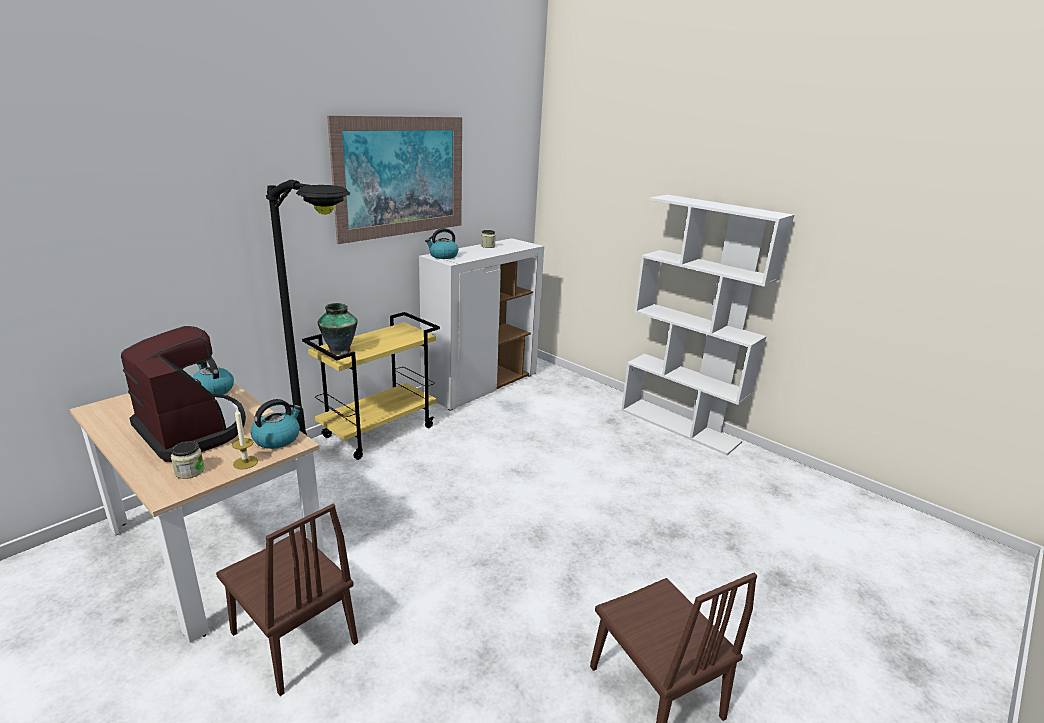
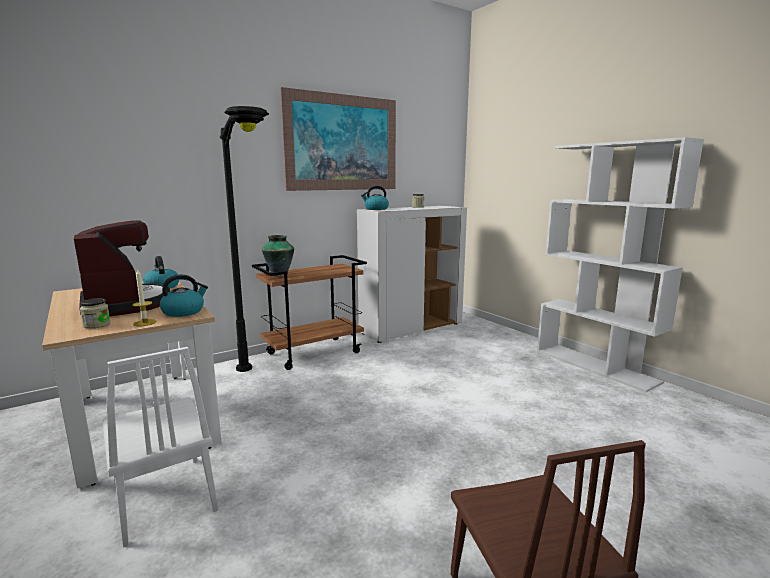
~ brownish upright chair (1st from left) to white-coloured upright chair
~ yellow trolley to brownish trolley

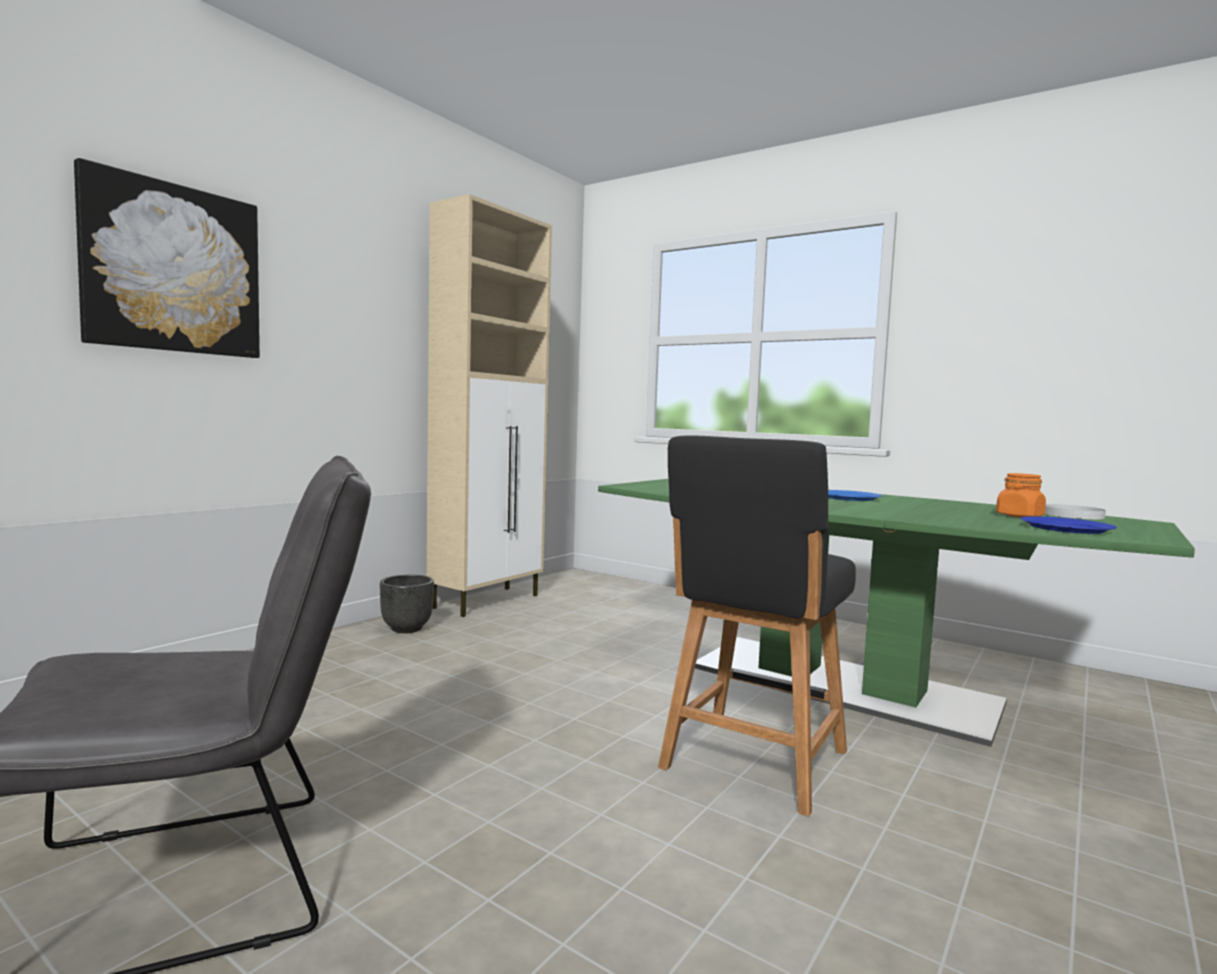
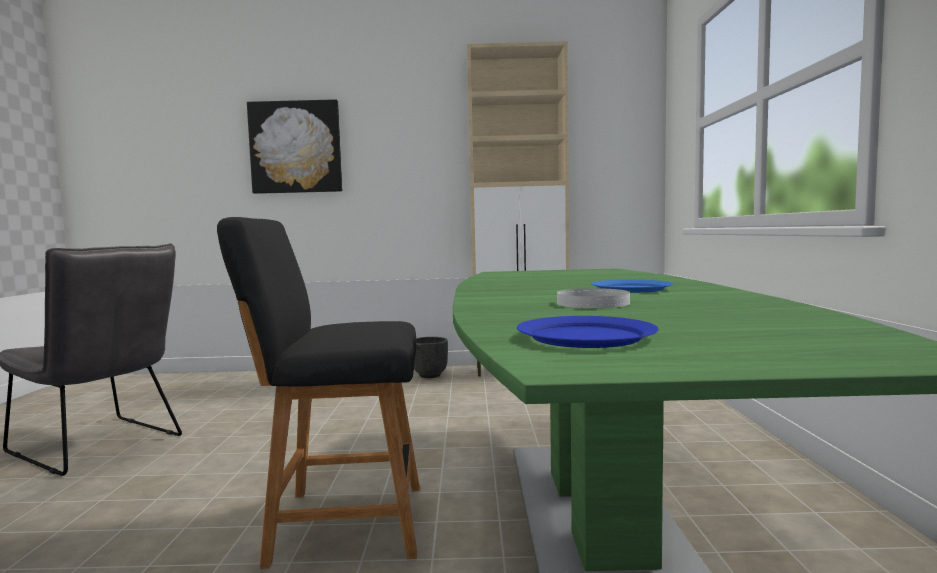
~ white-coloured plate
- orangey jar

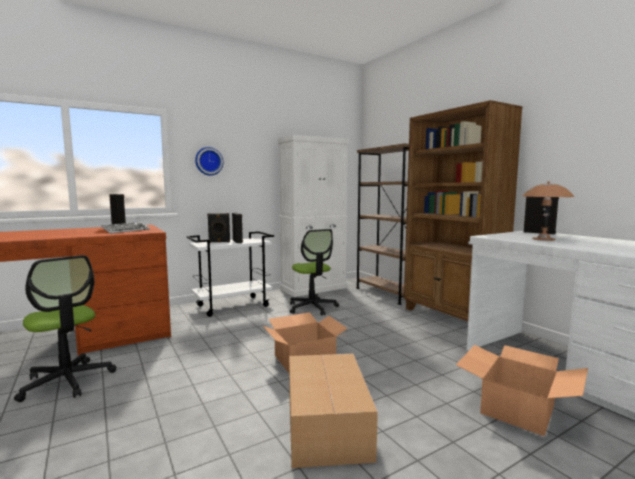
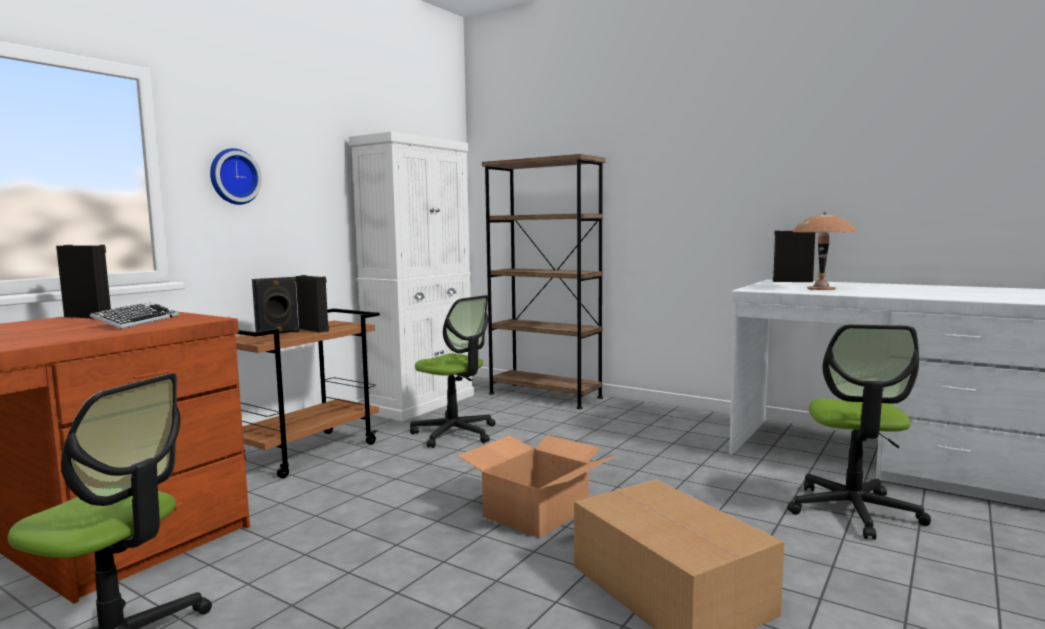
~ white-coloured trolley to brownish trolley
~ packing box (3rd from left) to computer chair (3rd from left)
- brownish bookshelf (2nd from left)

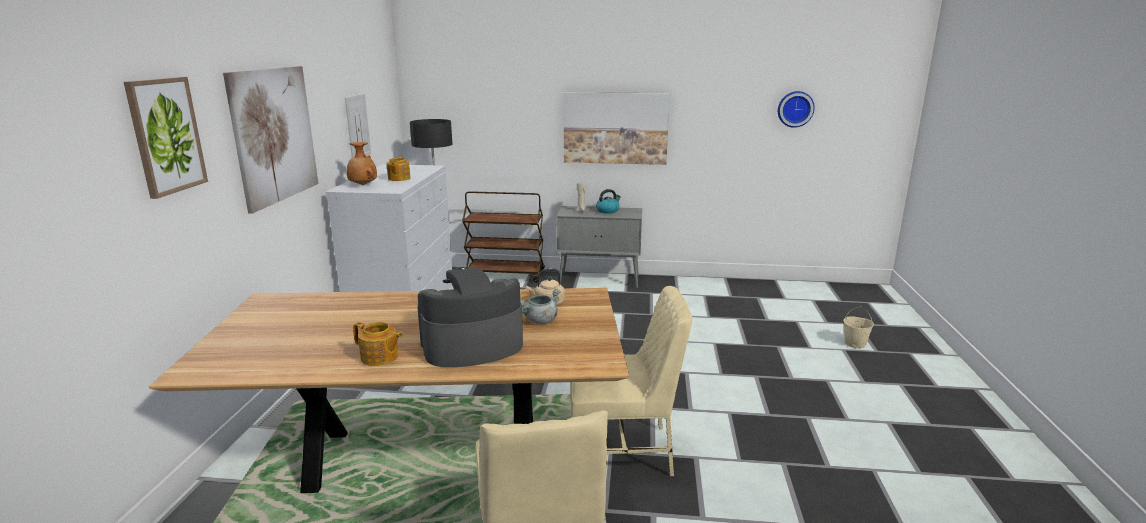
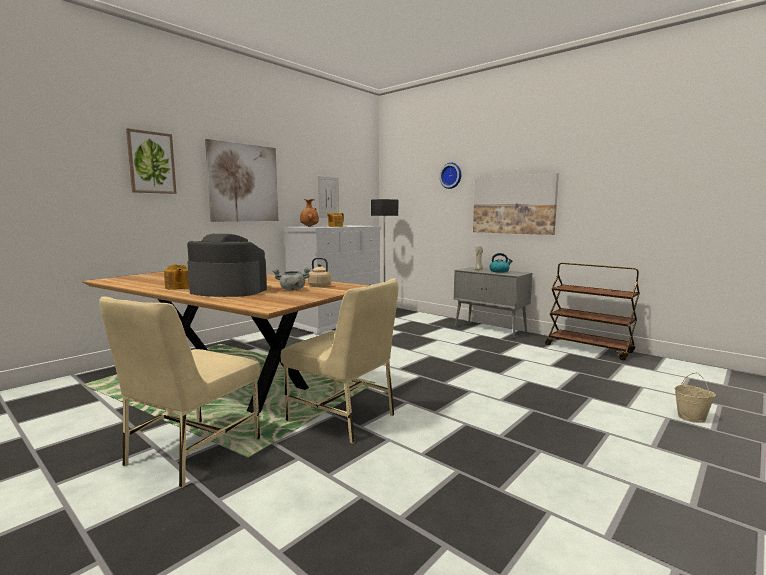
~ clock on the wall
~ brownish trolley

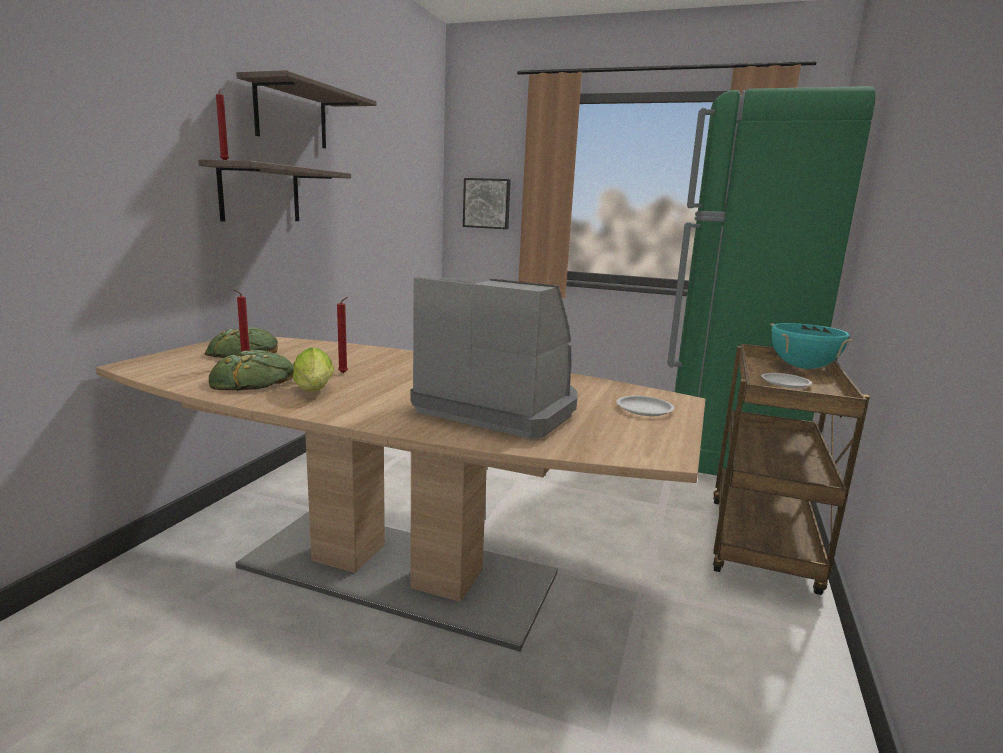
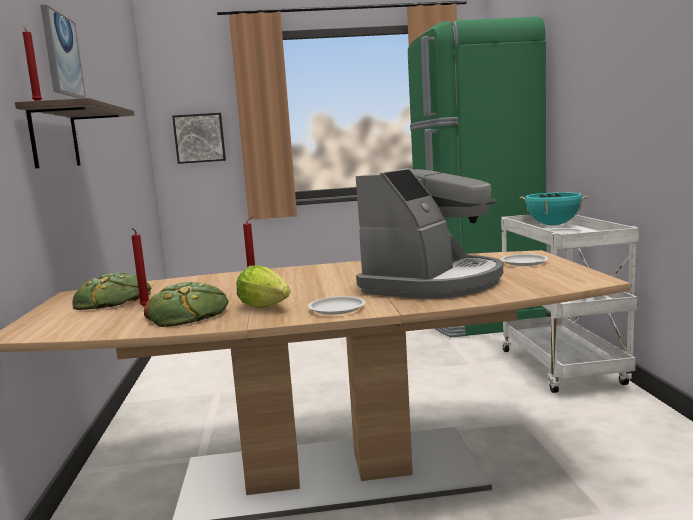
~ bracket shelf (2nd from left) to wall art (1st from left)
+ white-coloured plate (1st from left)
~ coffee machine 120 degrees clockwise
~ brownish trolley to white-coloured trolley

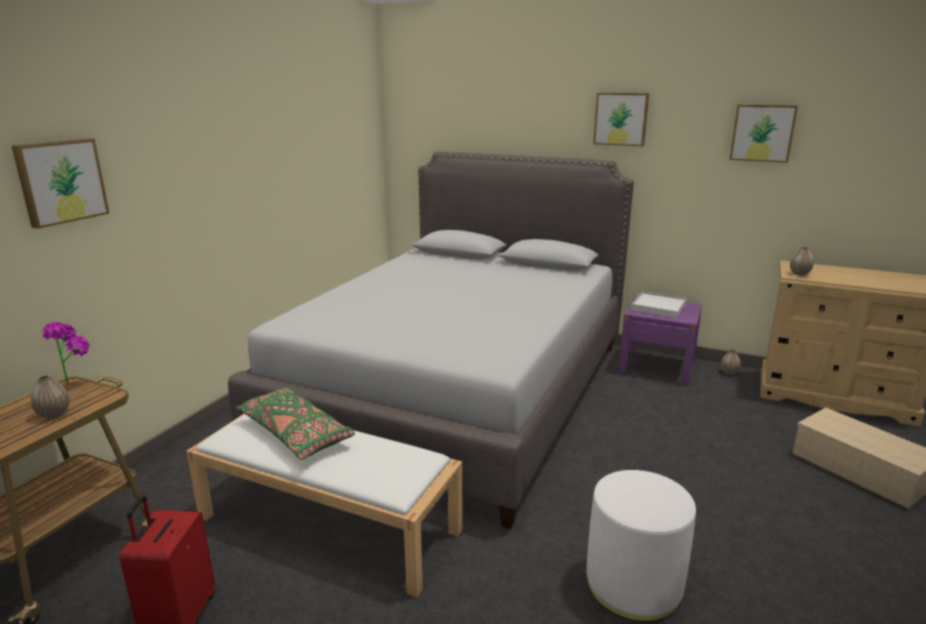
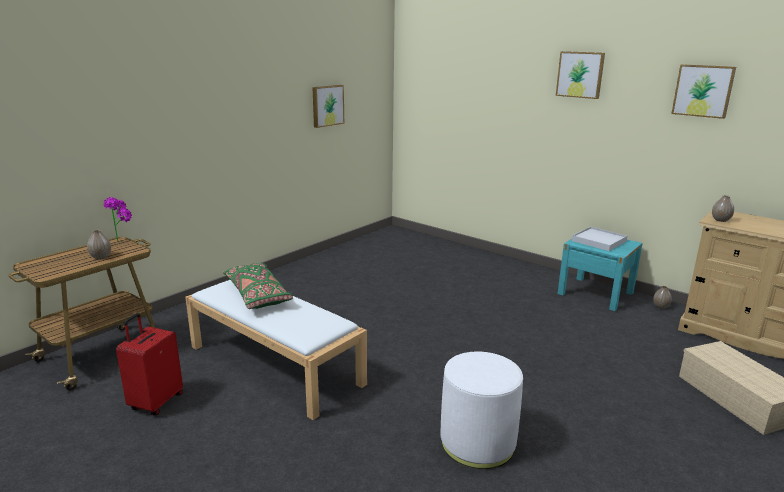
~ wall art (1st from left)
~ purple night table to turquoise night table
- grey bedroom bed

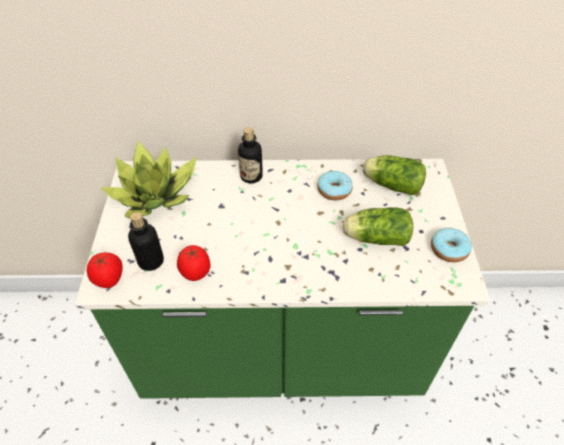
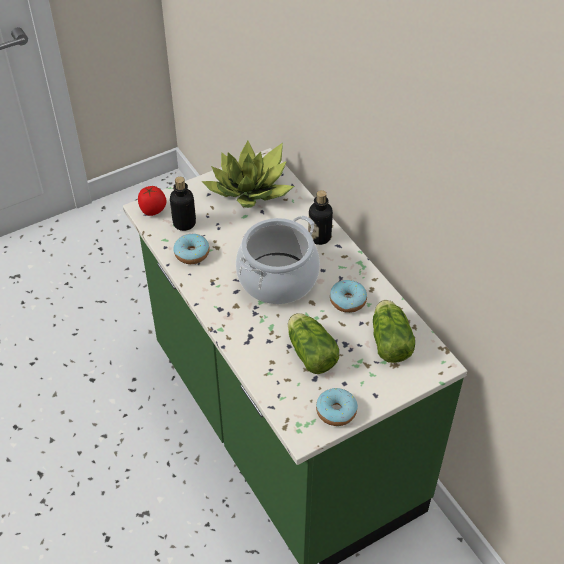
~ tomato (2nd from left) to doughnut (1st from left)
+ saucepot

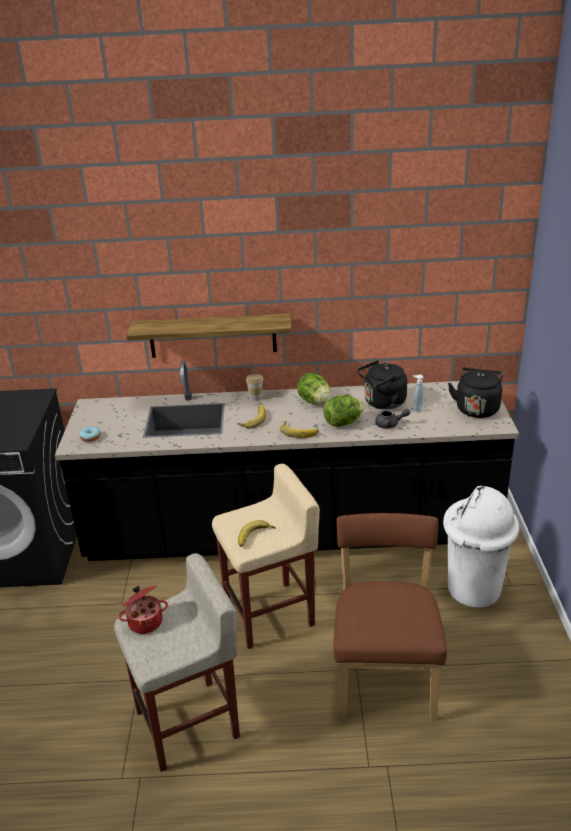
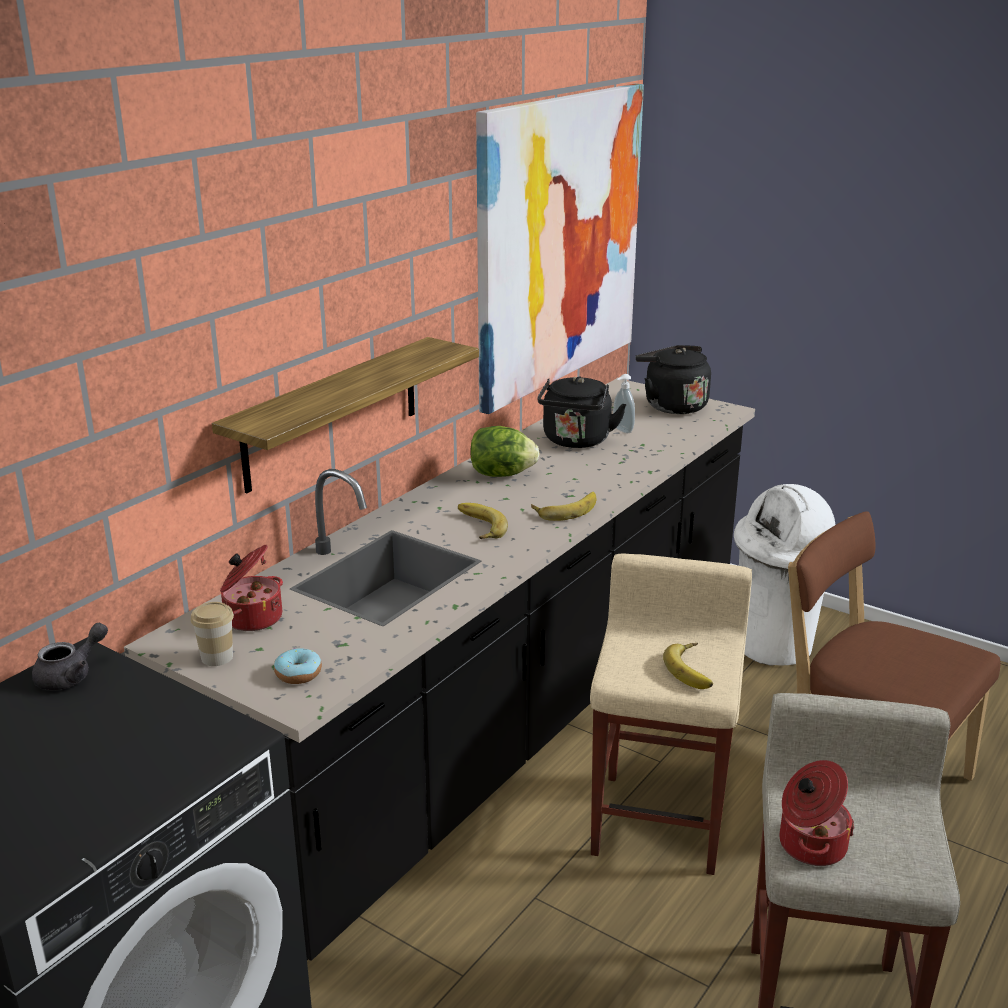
~ grey pot for tea
~ drinking cup
+ saucepot (1st from left)
+ wall art
- lettuce (2nd from left)

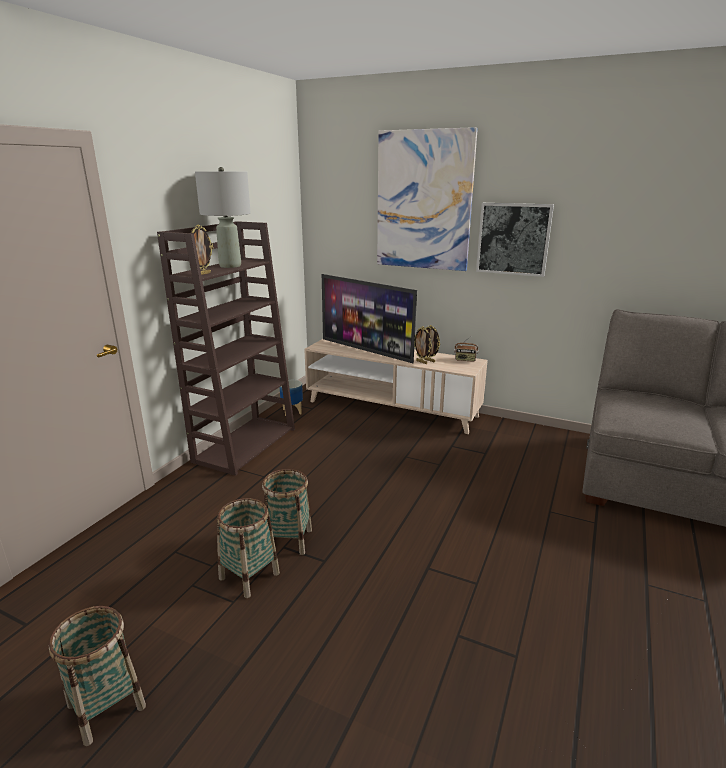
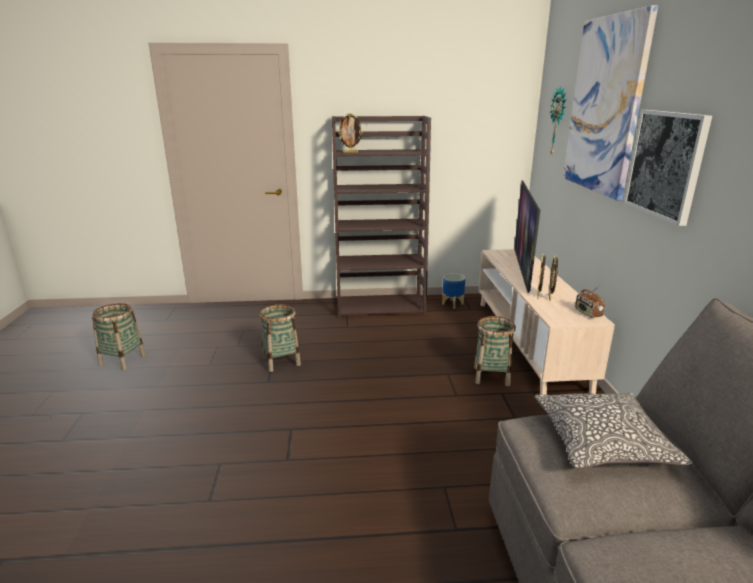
~ storage basket (2nd from left in the first image) to storage basket (3rd from left)
+ cushion
+ clock on the wall
- grey table lamp

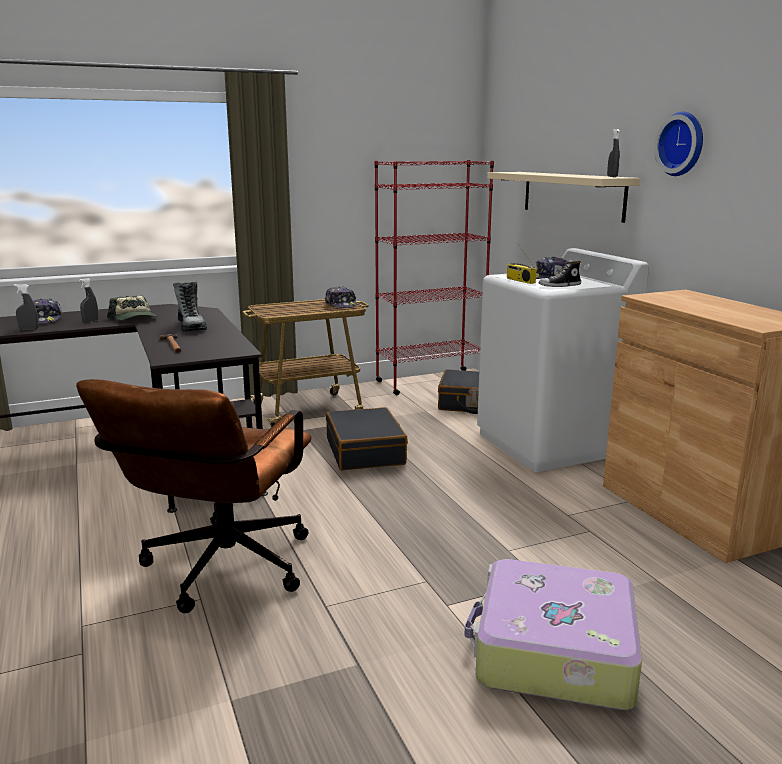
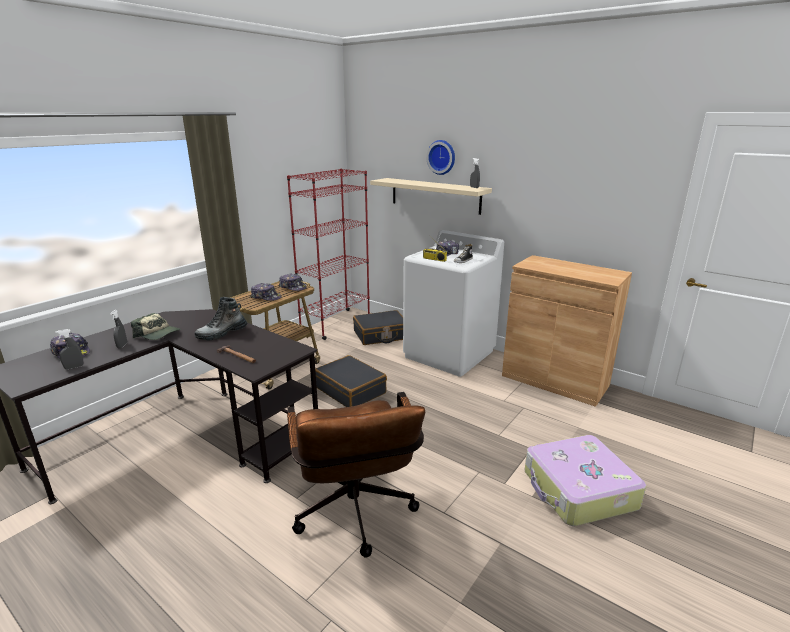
~ high-top boot 105 degrees clockwise
+ peaked cap (3rd from left)
~ clock on the wall

